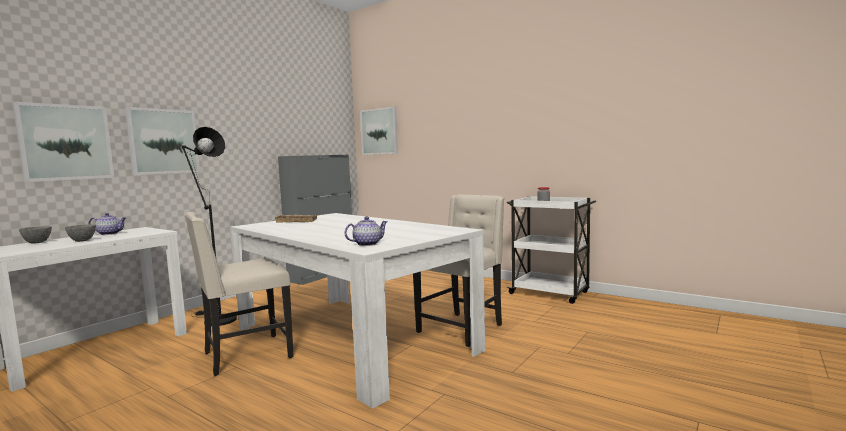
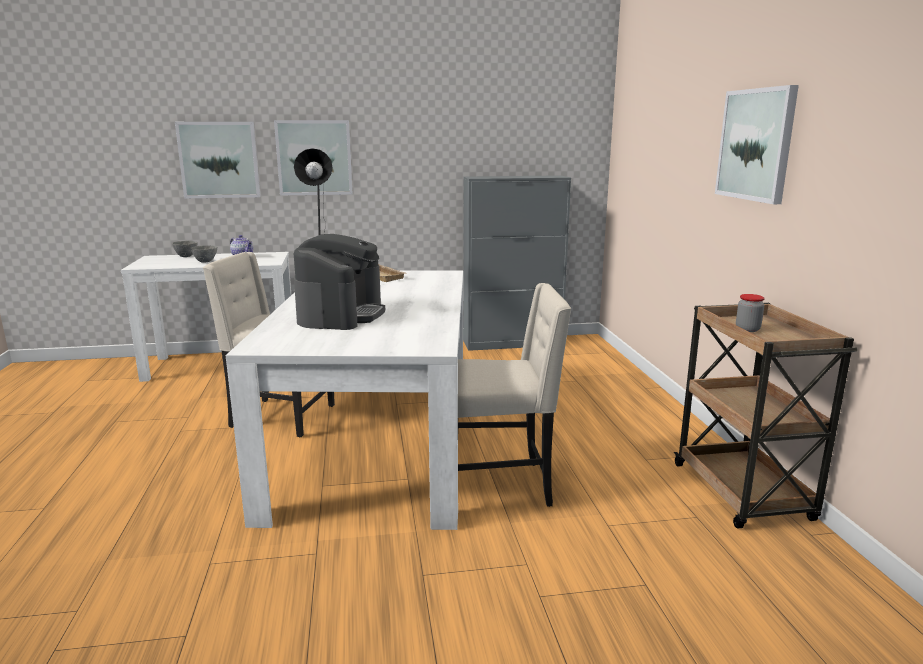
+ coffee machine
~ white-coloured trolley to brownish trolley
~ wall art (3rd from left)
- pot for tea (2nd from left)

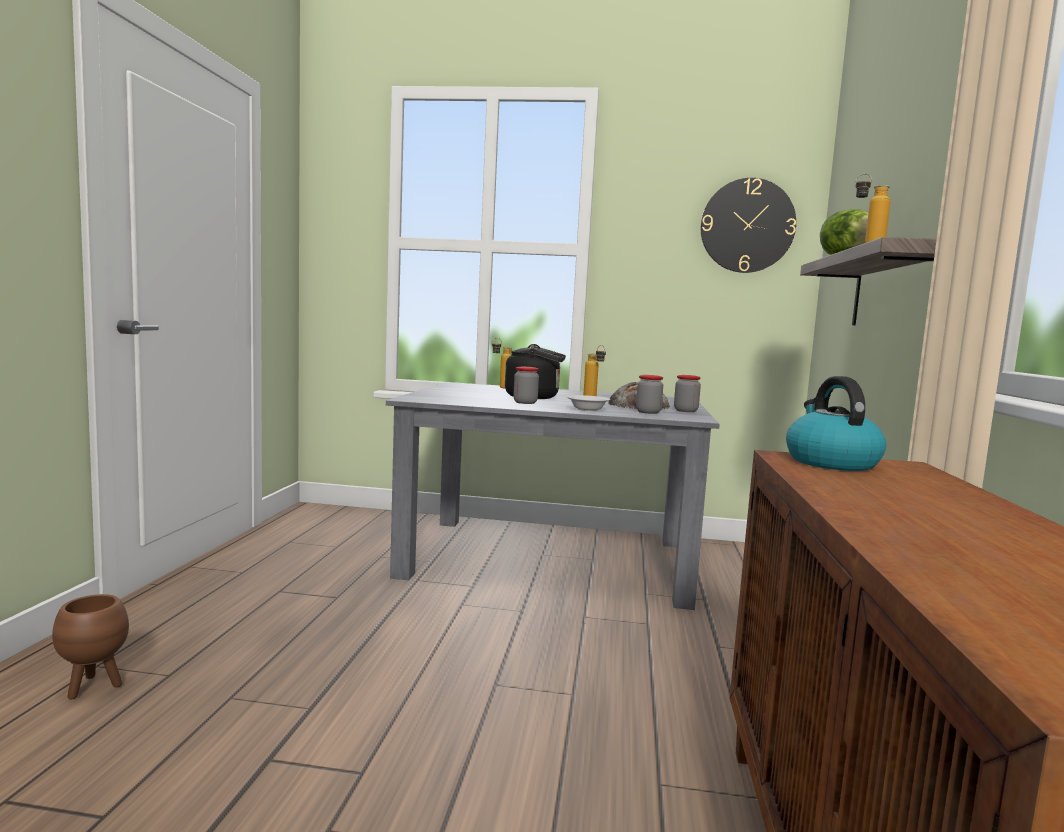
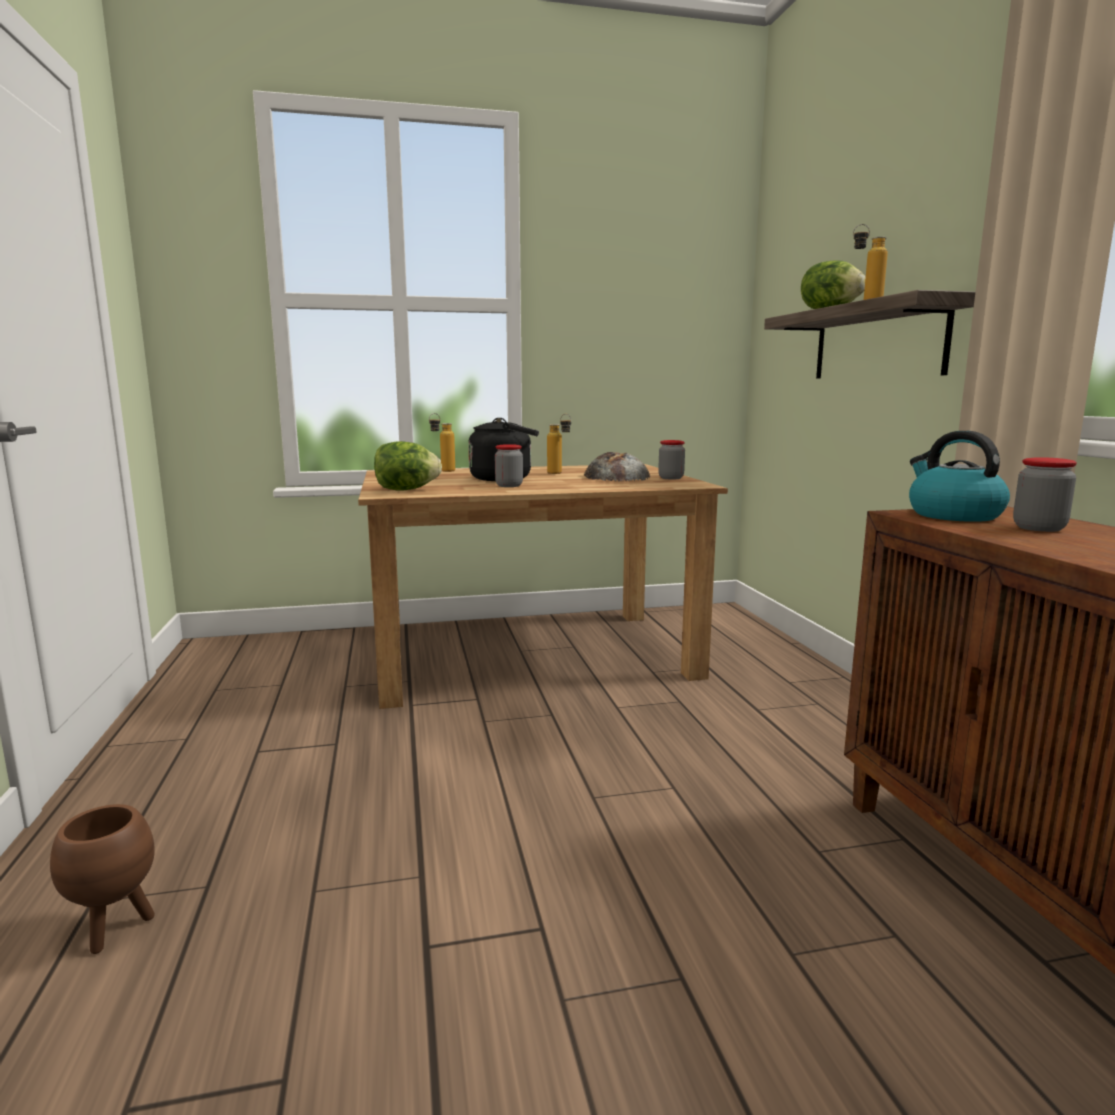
~ grey kitchen table to brownish kitchen table
+ lettuce (1st from left)
~ jar (2nd from left in the first image) to jar (3rd from left)
- white-coloured bowl
- clock on the wall

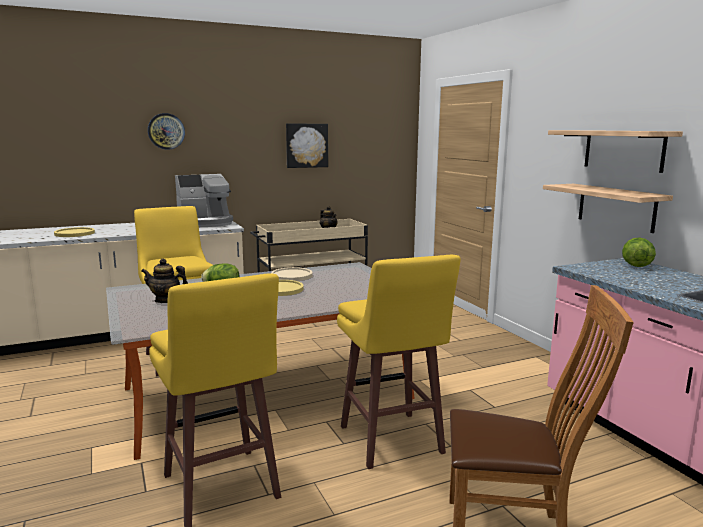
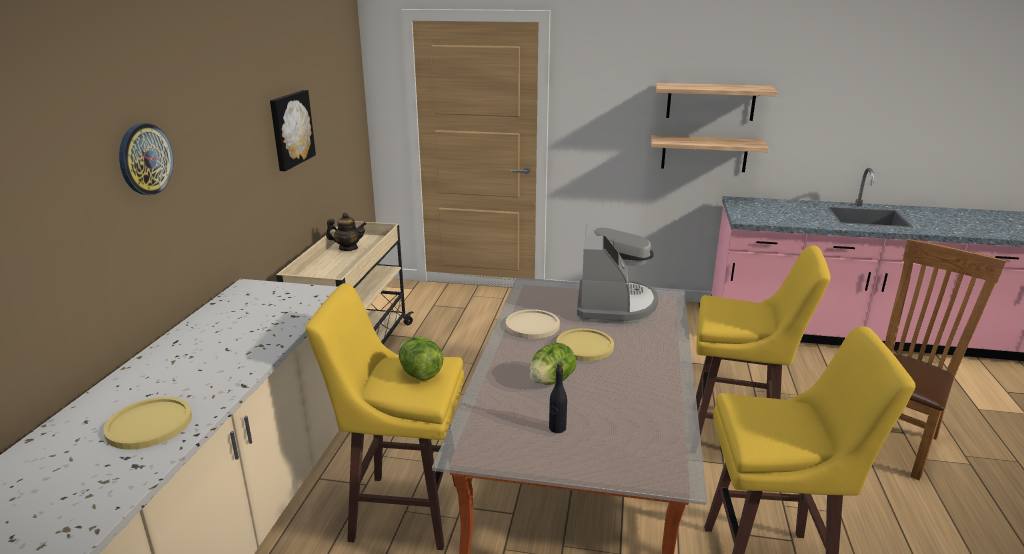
~ lettuce (2nd from left in the first image) to lettuce (1st from left)
~ pot for tea (1st from left) to black-coloured drink bottle
~ coffee machine

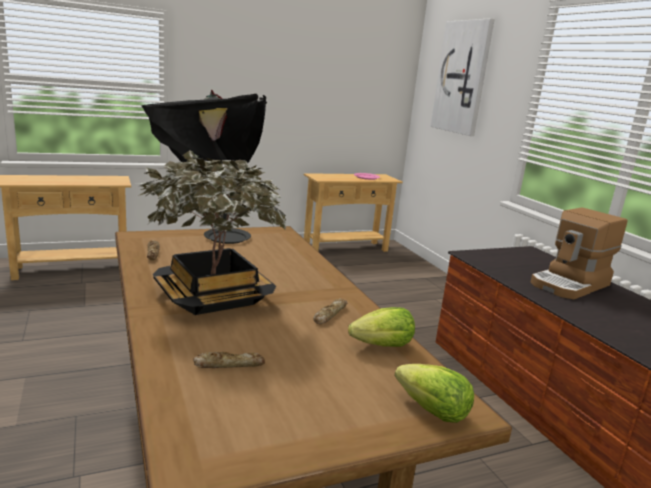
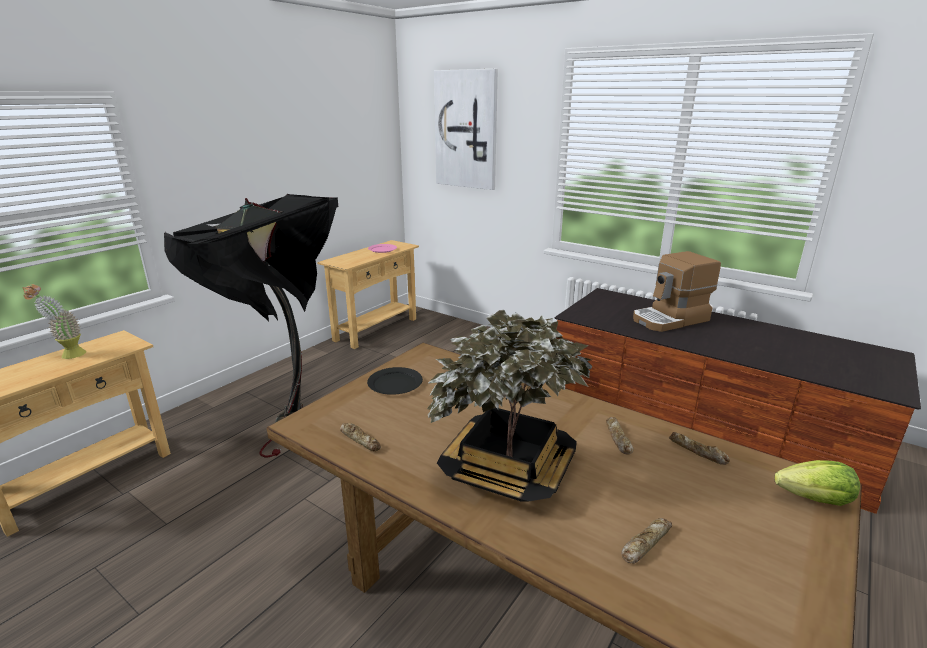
+ plant in a pot (1st from left)
~ coffee machine 45 degrees clockwise
~ lettuce (1st from left) to bread (4th from left)

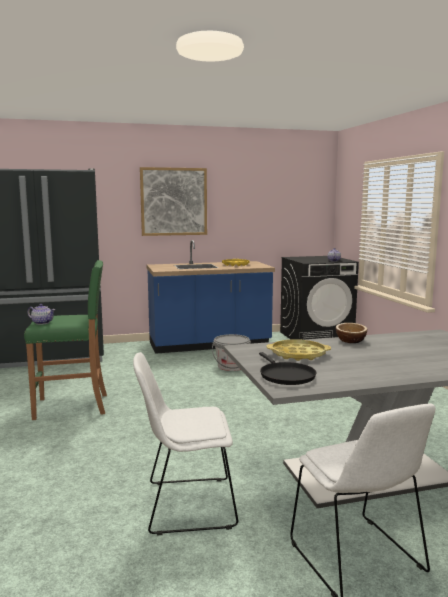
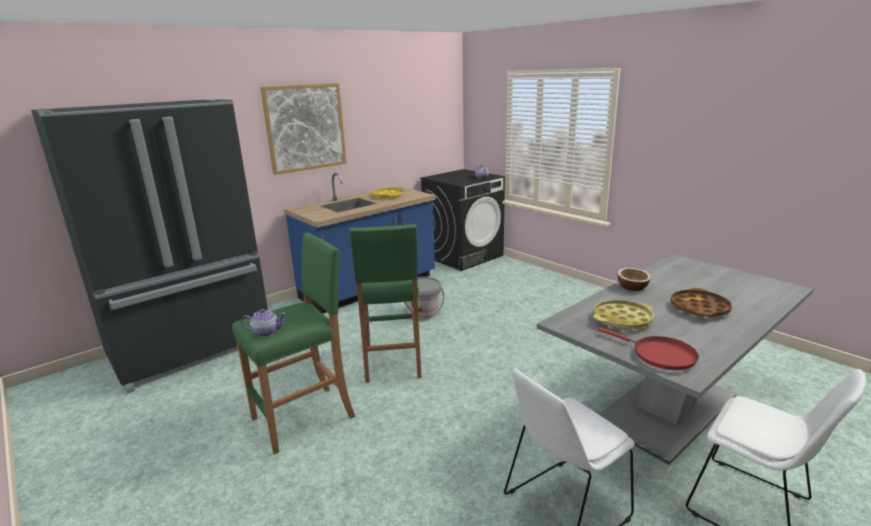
+ greenish sitting stool (2nd from left)
~ black-coloured pan to red pan
+ brownish carrying tray

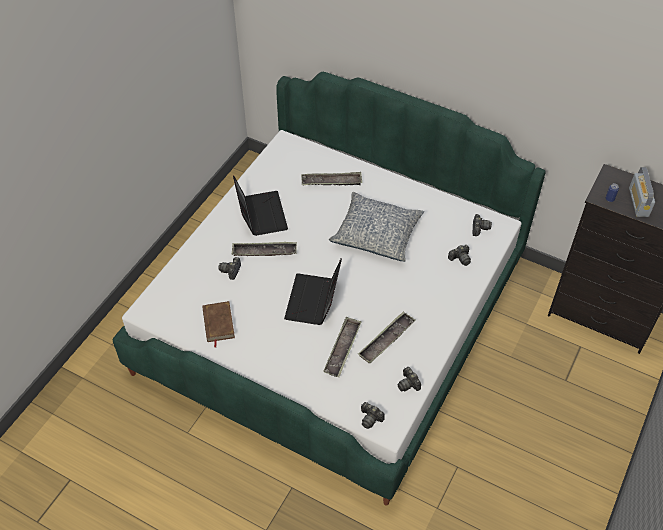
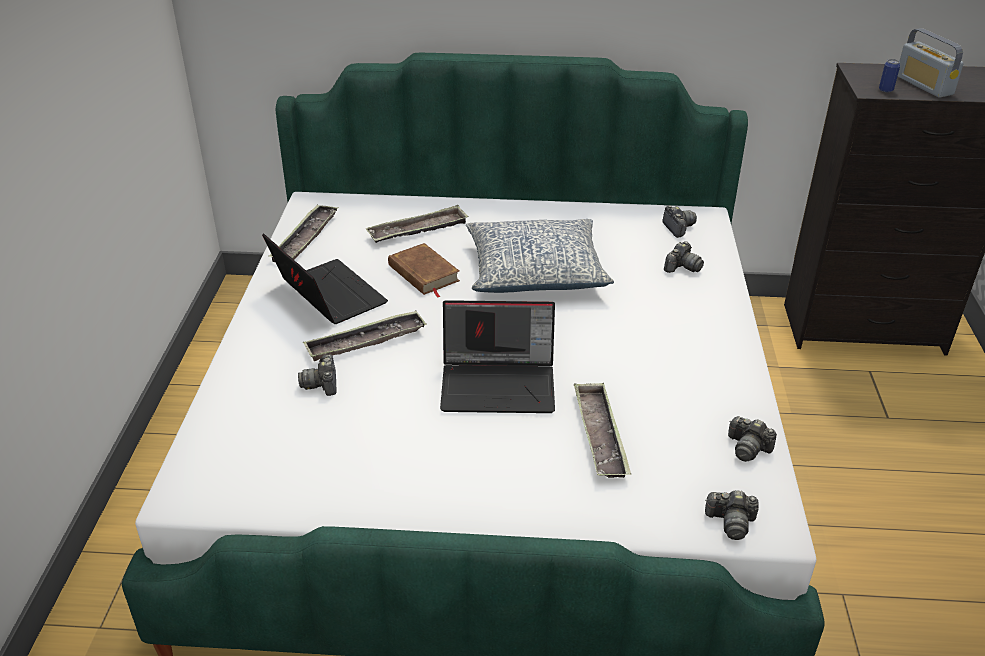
~ carrying tray (4th from left in the first image) to carrying tray (1st from left)
~ brownish bound book
~ laptop (2nd from left) 75 degrees counterclockwise

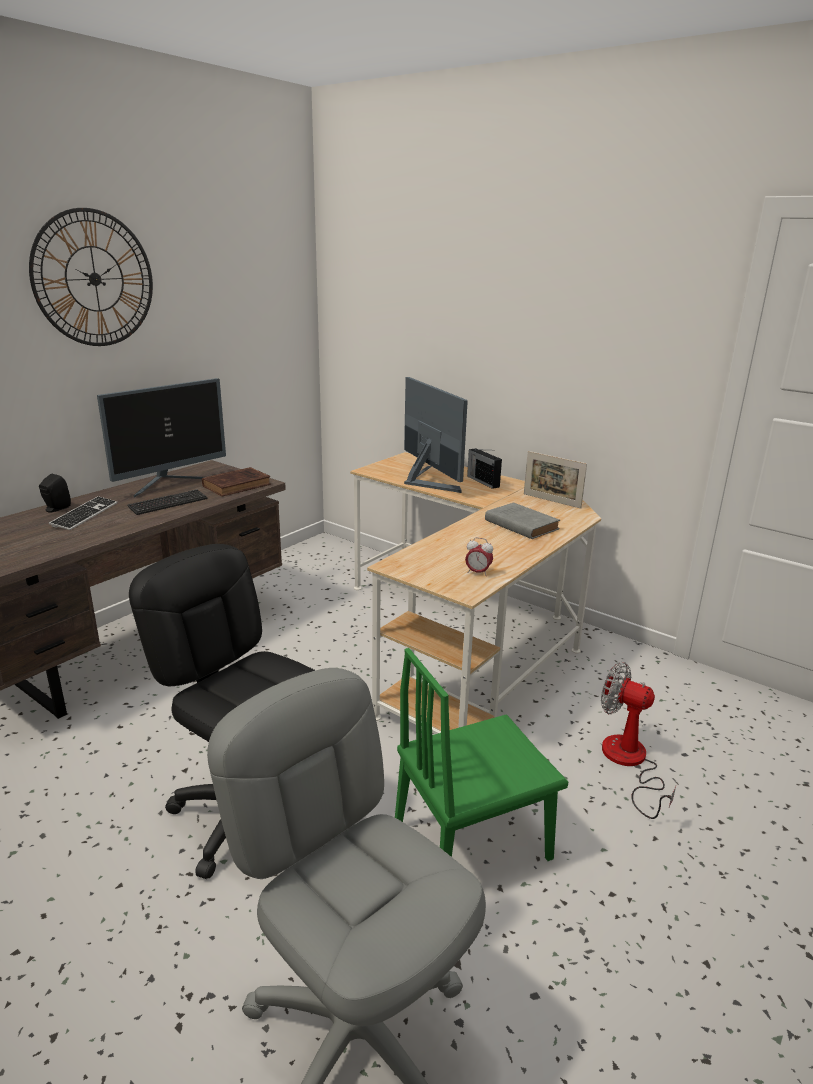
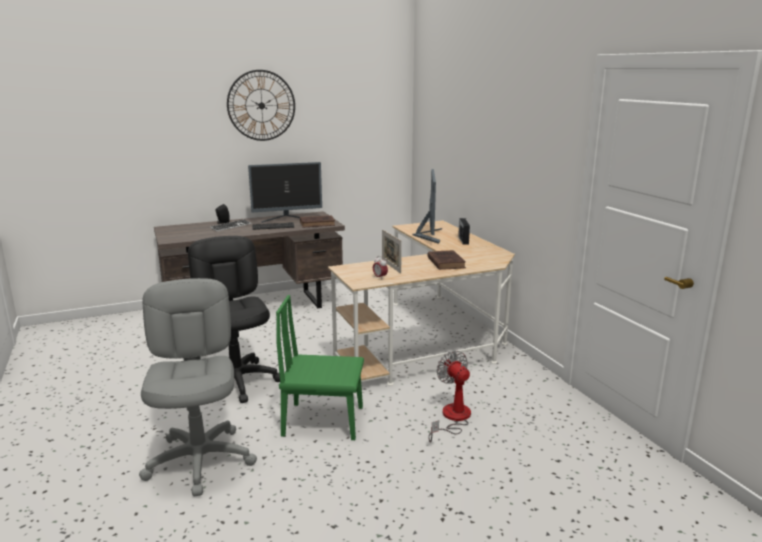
~ photo frame
~ grey bound book to brownish bound book (2nd from left)

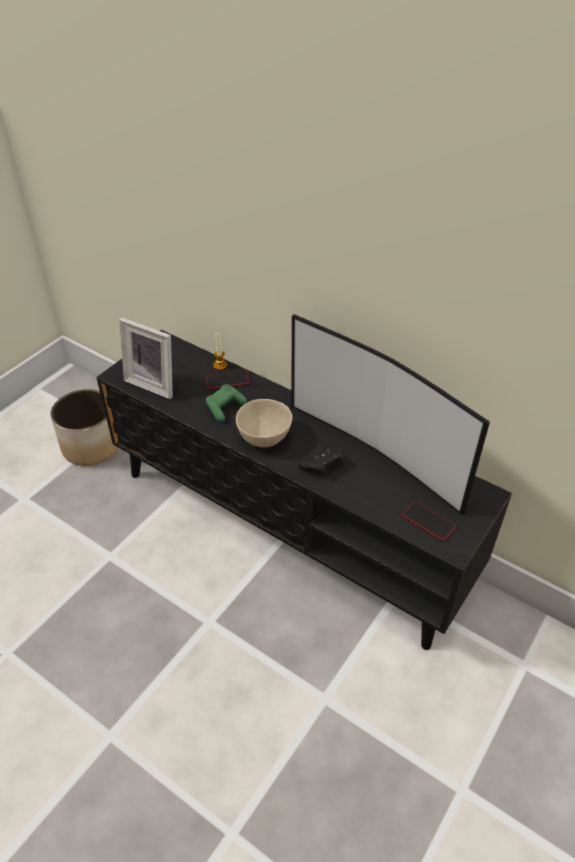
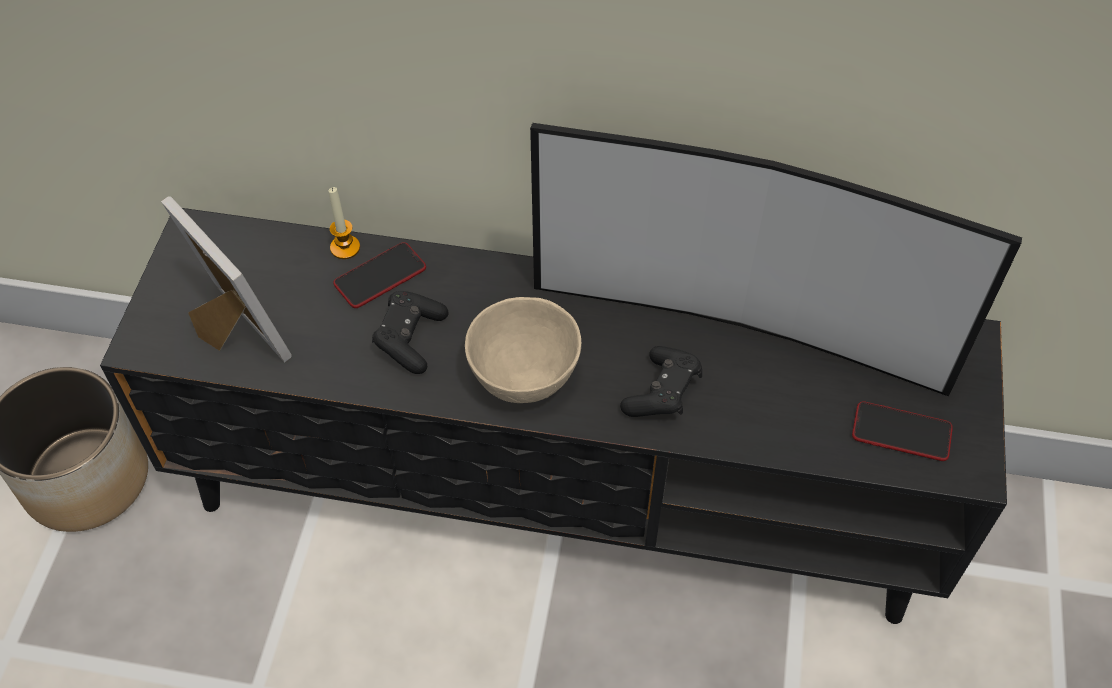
~ photo frame 135 degrees counterclockwise
~ greenish gamepad to black-coloured gamepad (1st from left)

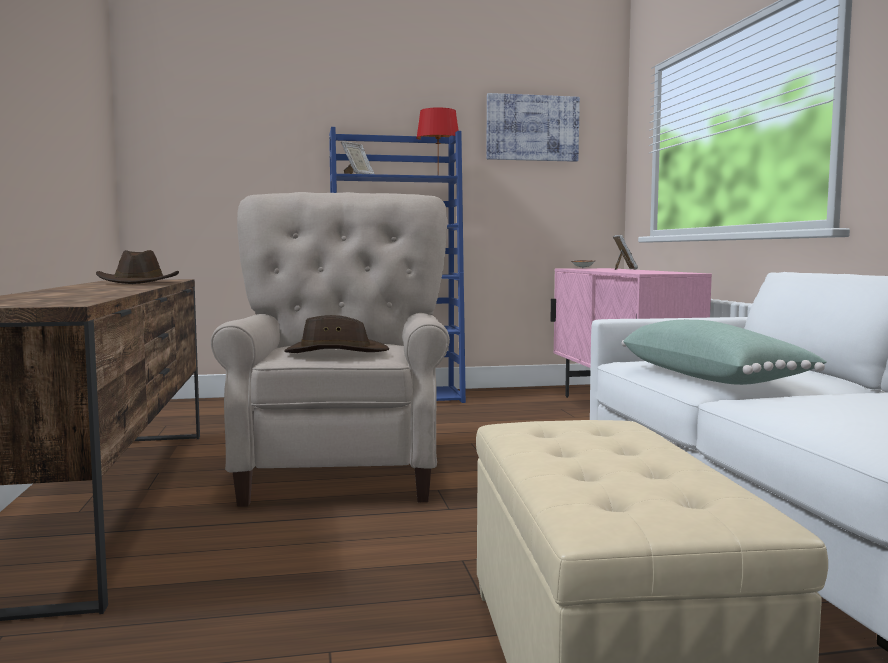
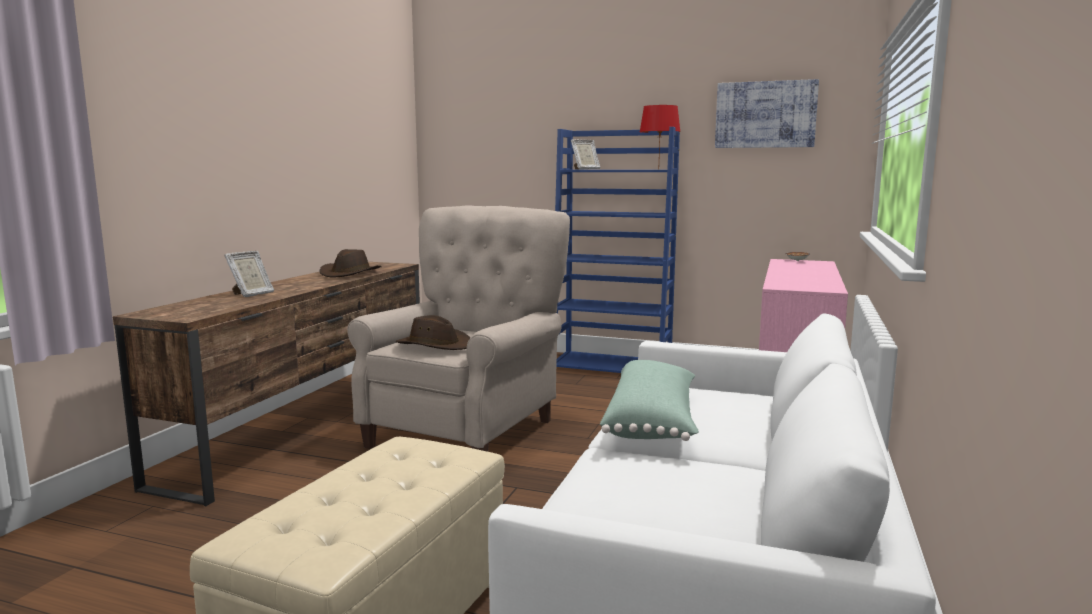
~ photo frame (2nd from left in the first image) to photo frame (1st from left)

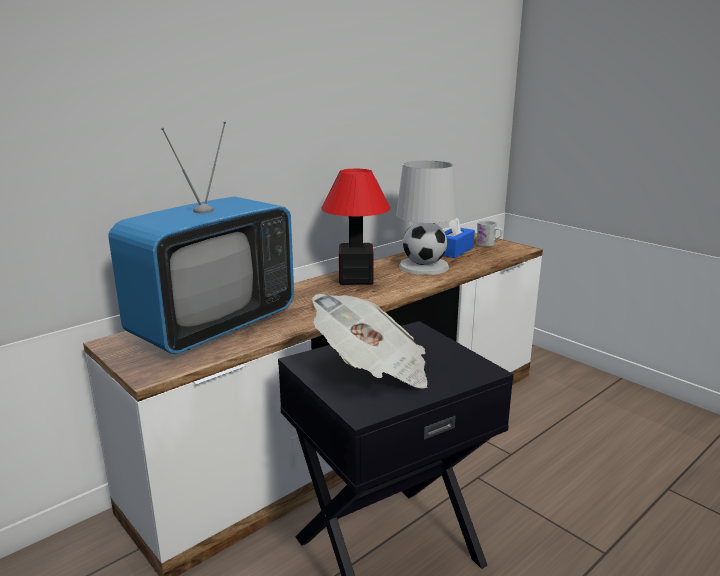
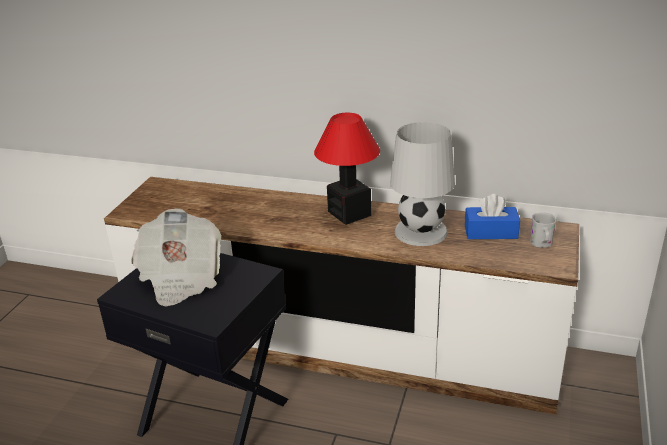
- TV set

